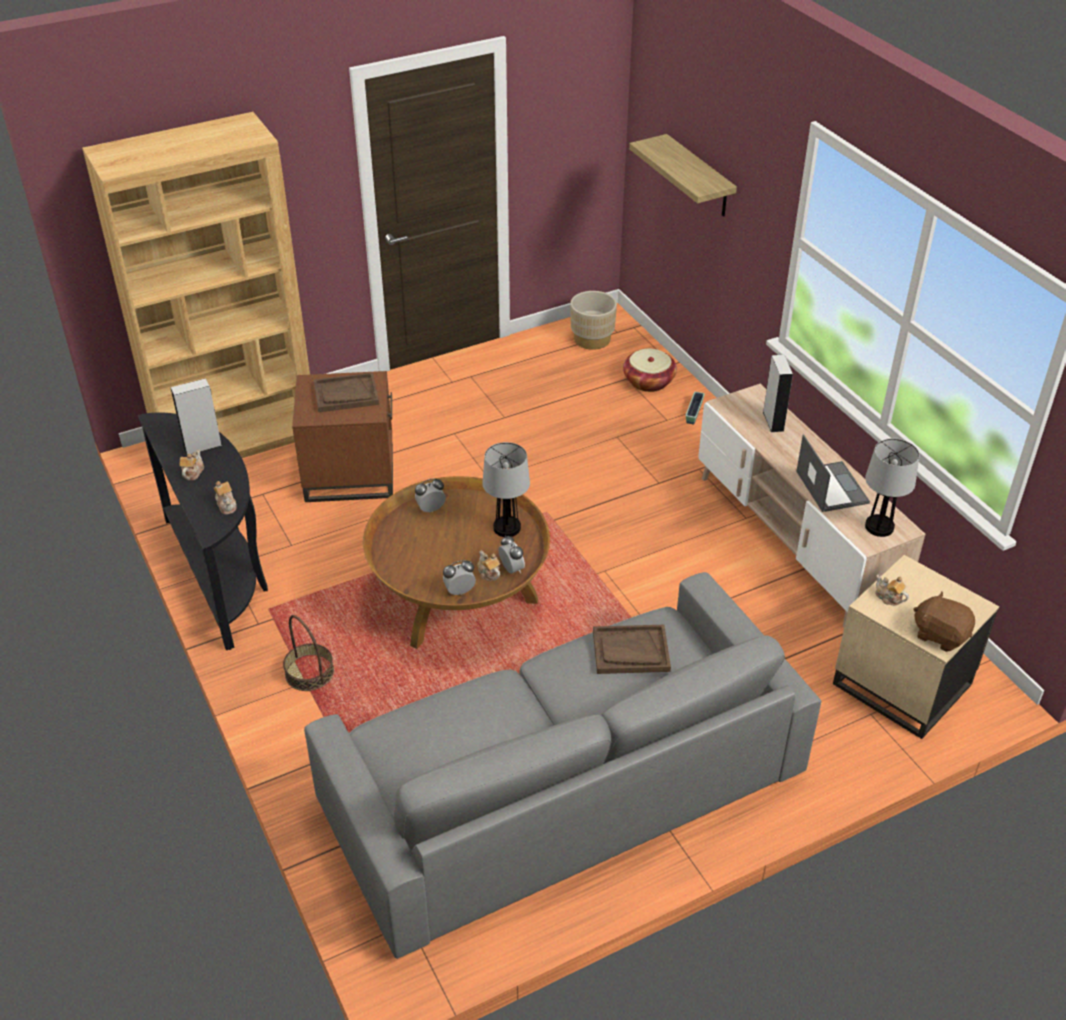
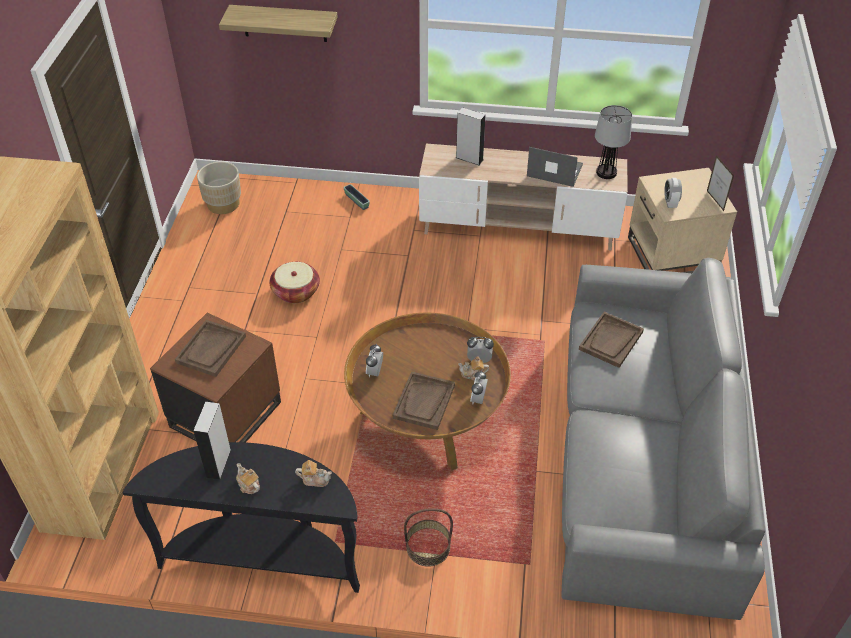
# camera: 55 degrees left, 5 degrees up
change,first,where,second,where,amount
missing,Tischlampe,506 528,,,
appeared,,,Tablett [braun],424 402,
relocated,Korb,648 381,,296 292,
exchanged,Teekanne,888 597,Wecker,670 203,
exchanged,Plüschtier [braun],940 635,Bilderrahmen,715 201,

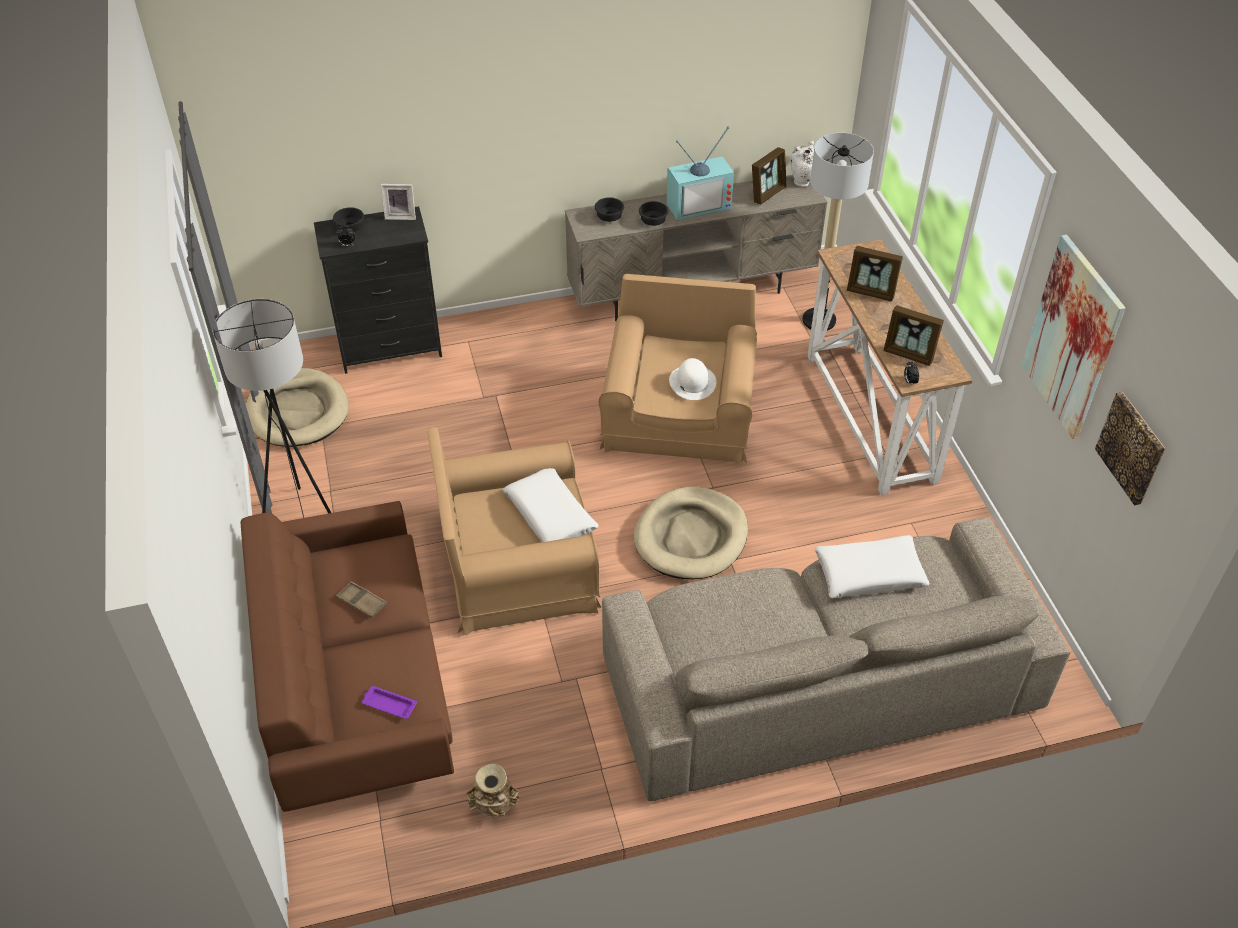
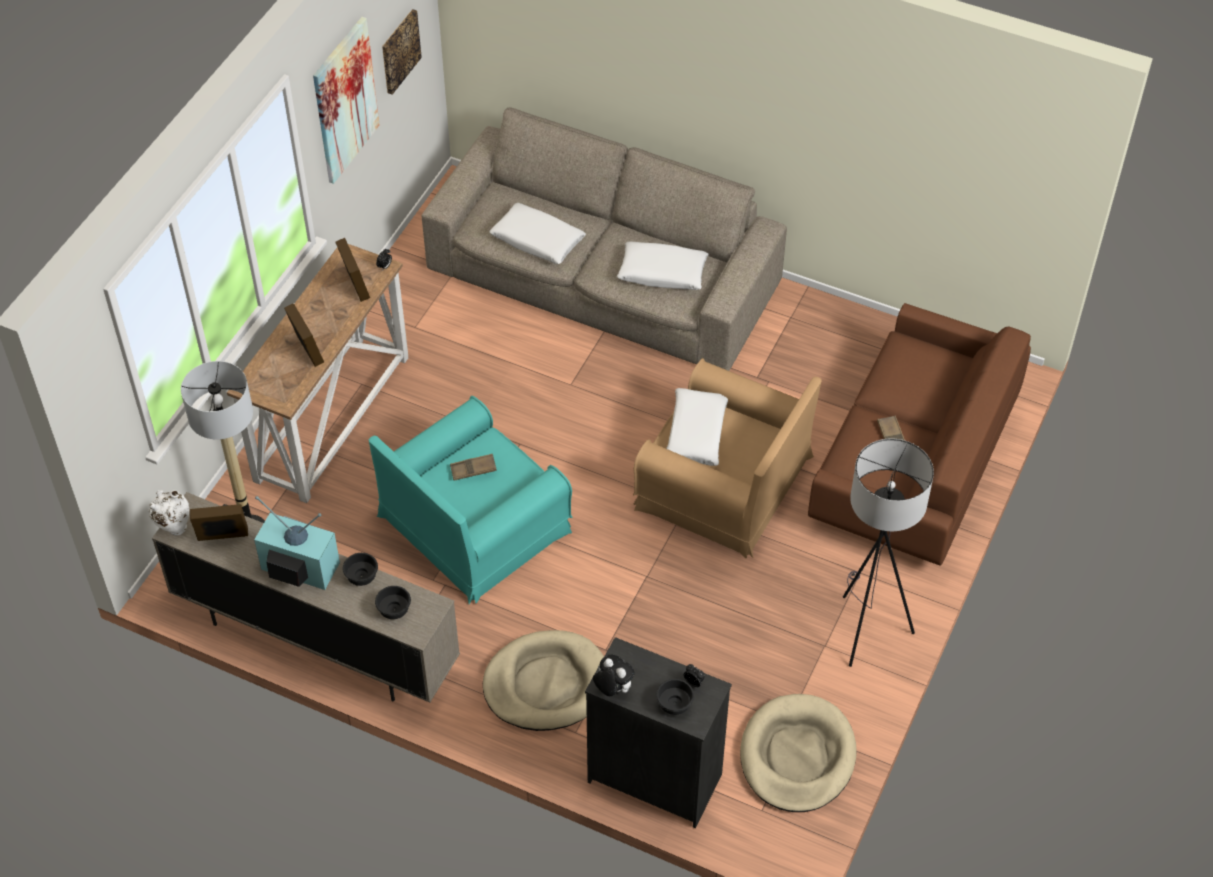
# camera: 140 degrees left, 5 degrees up
change,first,where,second,where,amount
missing,Tablett [lila],388 704,,,
missing,Vase [beige],494 808,,,
appeared,,,Kissen [weiß],662 273,
relocated,Hundebett [beige],691 537,,546 684,
exchanged,Bilderrahmen,401 215,Plüschtier,612 689,
exchanged,Hut [weiß],692 382,Tablett [braun],473 469,
colour,Sessel [braun],678 414,Sessel [türkis],473 523,

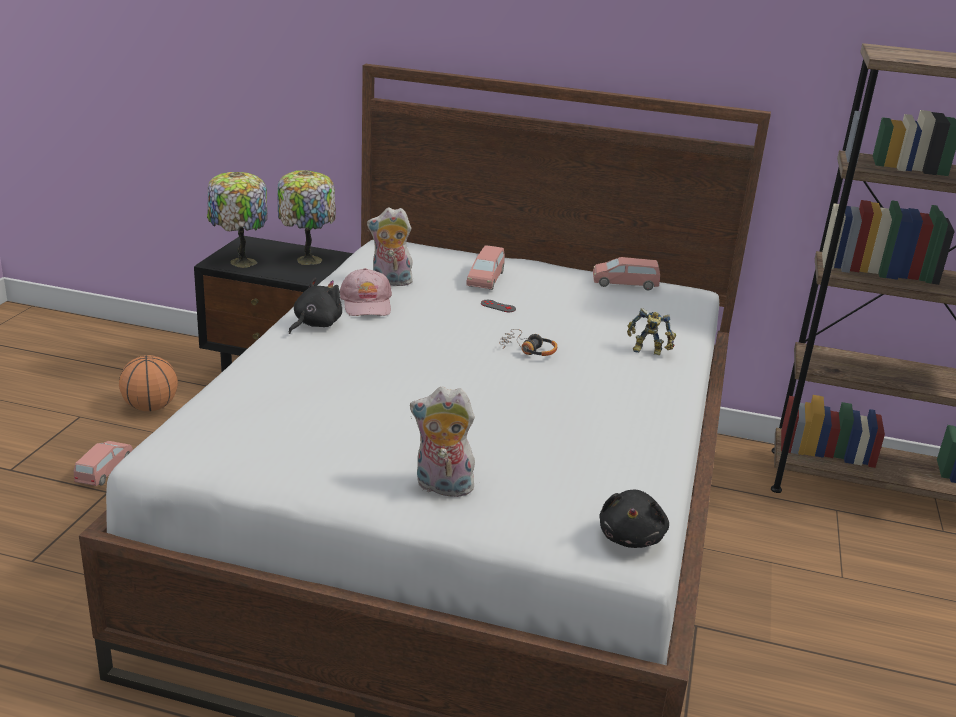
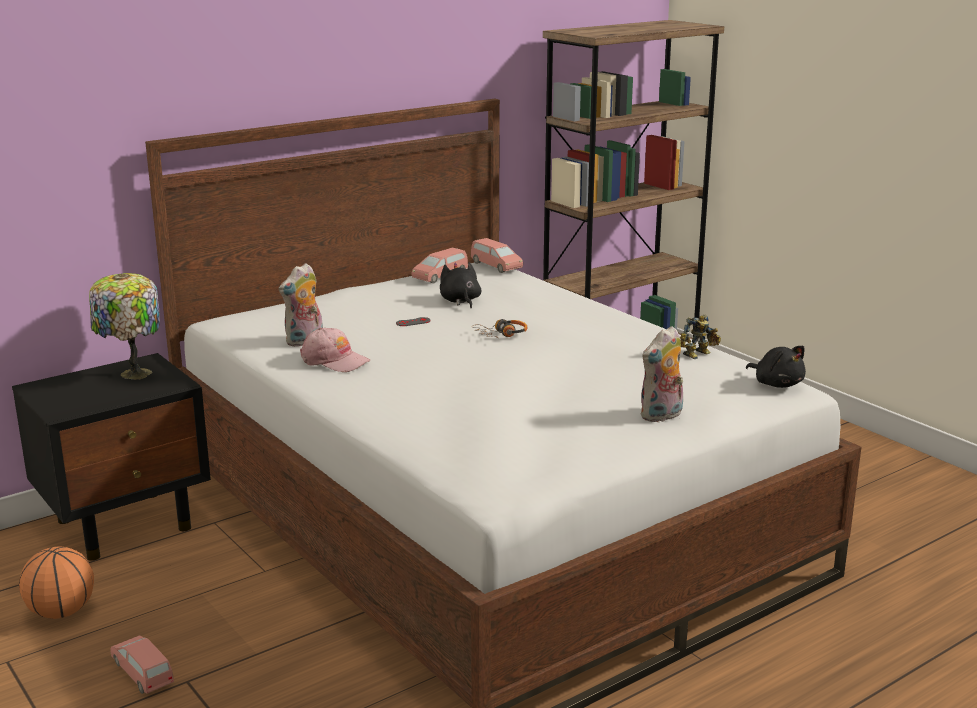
# camera: 50 degrees left, 5 degrees down
change,first,where,second,where,amount
missing,Tischlampe,240 262,,,
relocated,Plüschtier [schwarz],315 324,,460 301,
relocated,Spielzeugauto [rosa],486 279,,496 266,
relocated,Spielzeugroboter,648 351,,699 354,

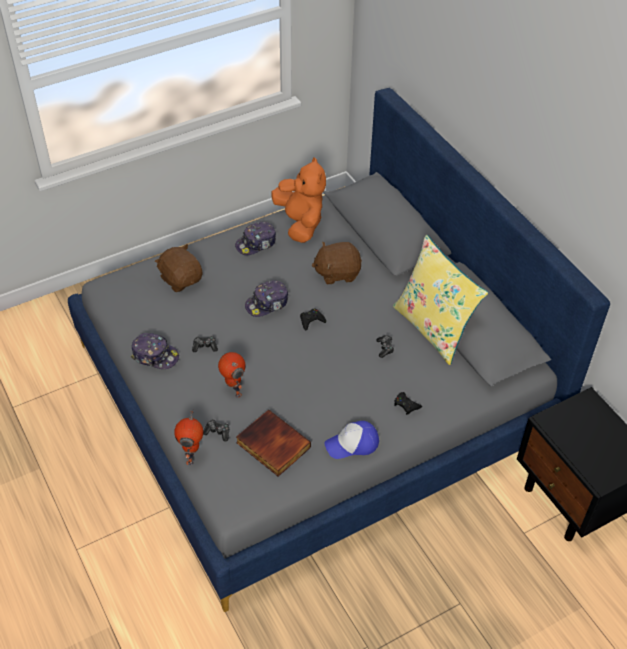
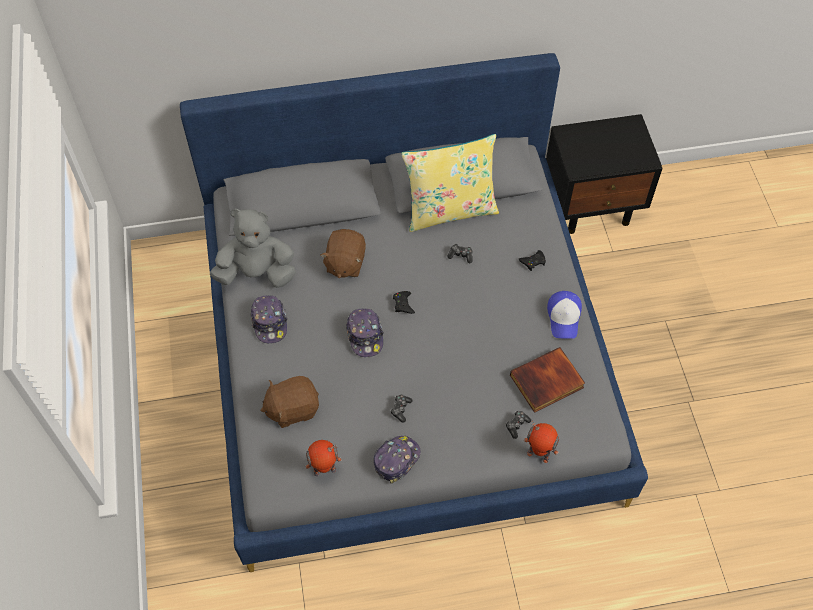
# camera: 70 degrees left, 10 degrees up
change,first,where,second,where,amount
relocated,Spielzeugroboter,233 390,,324 472,
colour,Plüschtier [orange],300 223,Plüschtier [grau],257 273,

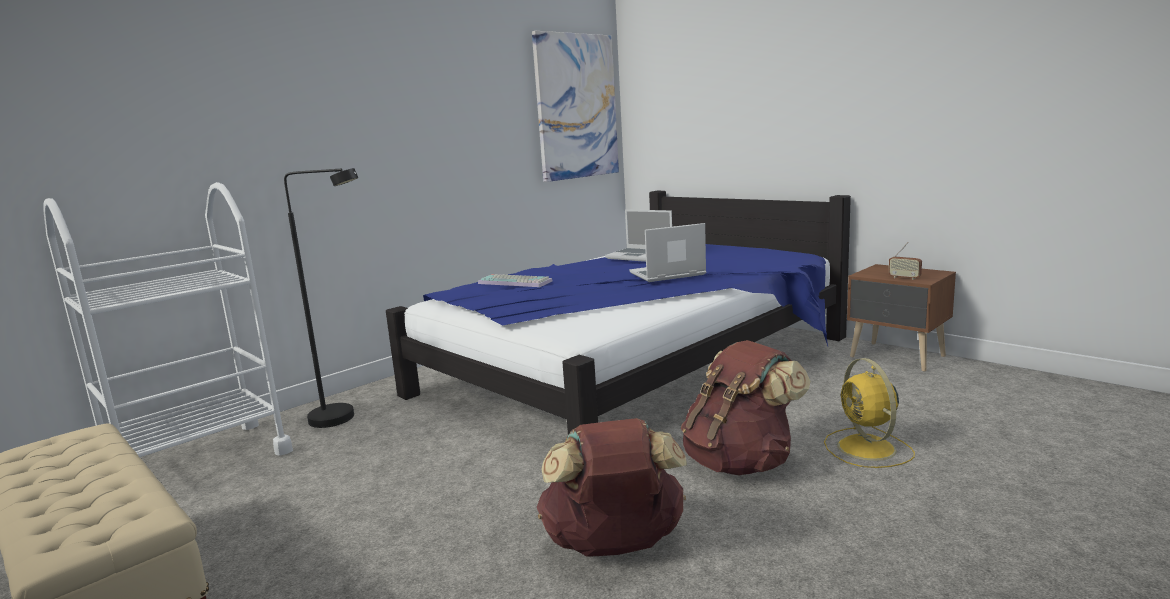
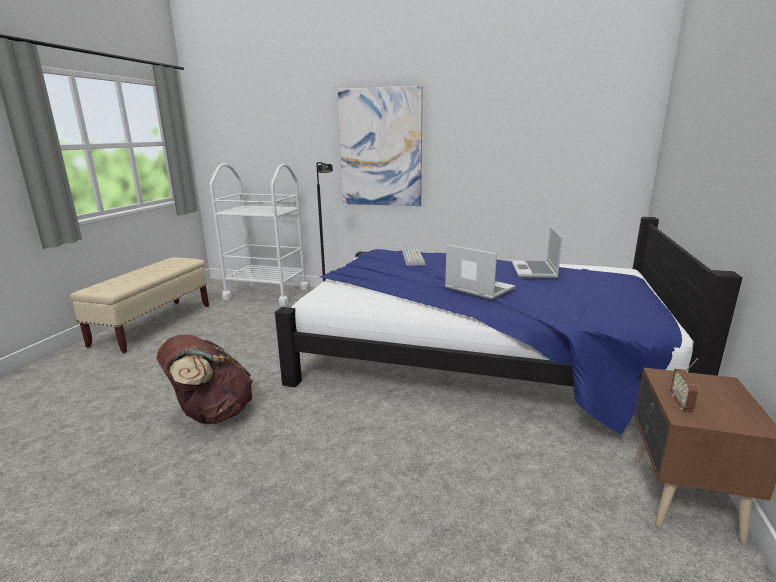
# camera: 60 degrees right, 5 degrees up
change,first,where,second,where,amount
missing,Rucksack [braun],740 462,,,
missing,Ventilator [gelb],868 449,,,
relocated,Bild,576 107,,380 148,

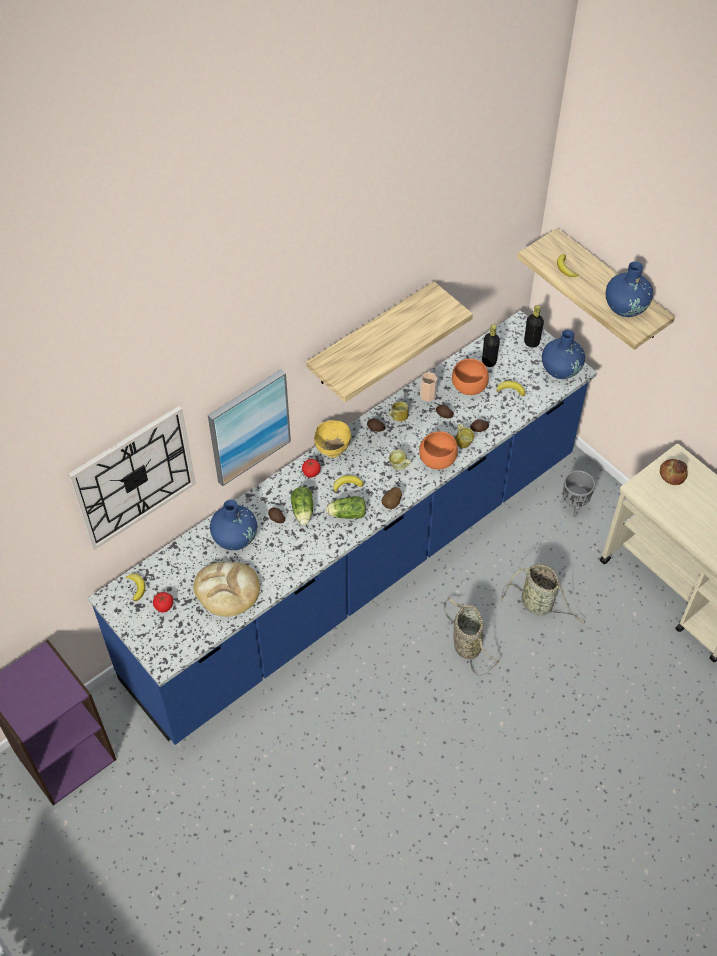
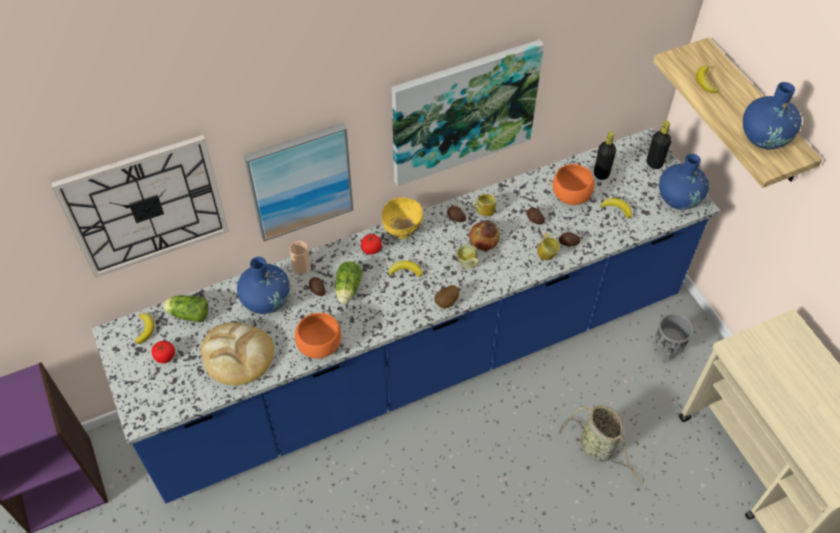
# camera: 15 degrees right, 0 degrees up
change,first,where,second,where,amount
missing,Korb,466 644,,,
relocated,Salatkopf,345 514,,187 314,
relocated,Schüssel [orange],436 460,,319 345,
relocated,Tasse,427 395,,301 266,
relocated,Brot,672 474,,483 238,
exchanged,Wandregal,371 335,Bild,463 111,

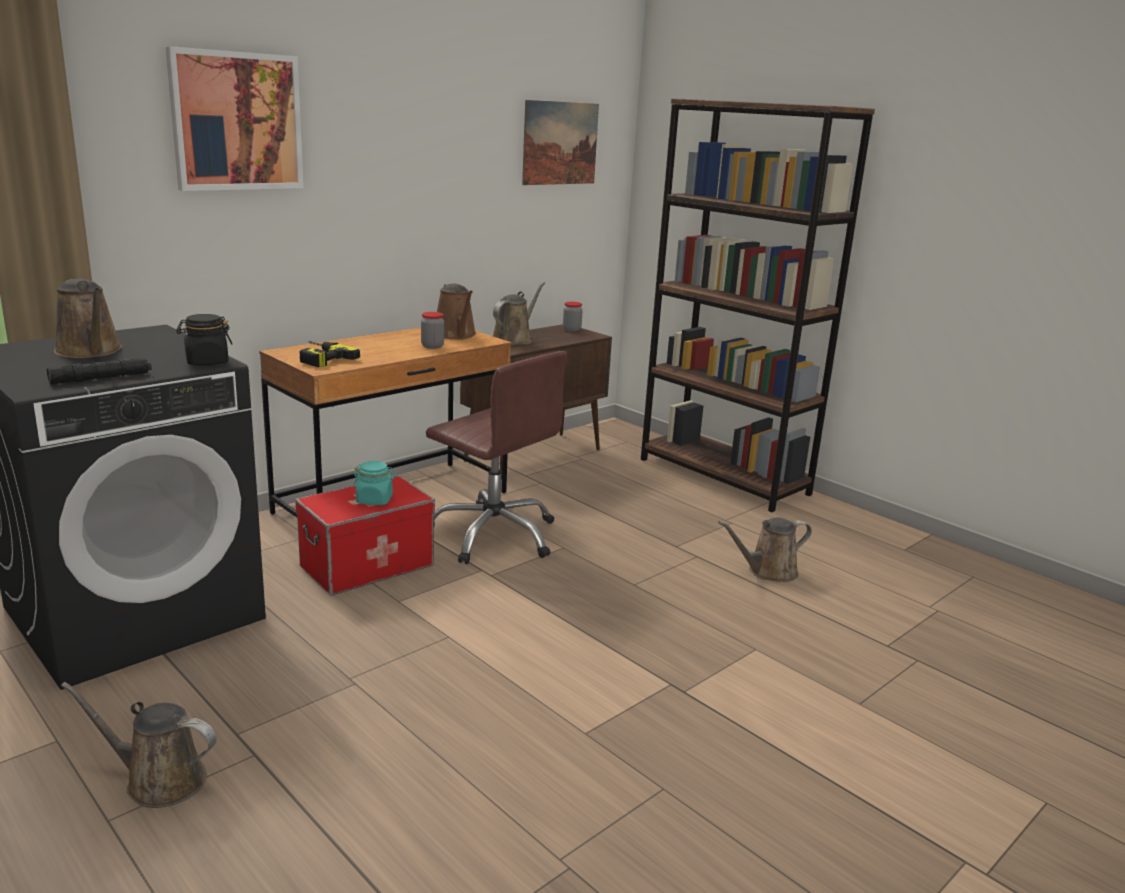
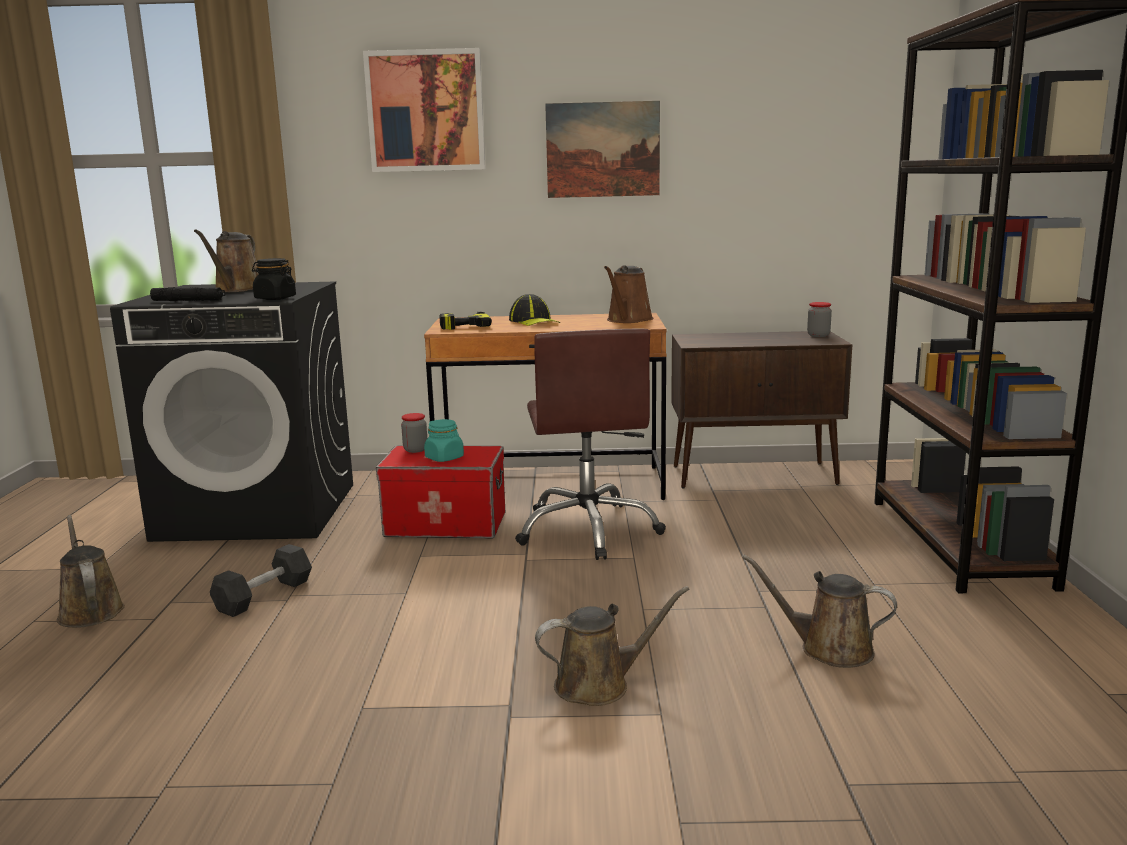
# camera: 45 degrees right, 5 degrees down
change,first,where,second,where,amount
appeared,,,Hantel [schwarz],264 596,
appeared,,,Kappe,534 321,
relocated,Vorratsglas,432 346,,415 450,
relocated,Gießkanne [braun],514 339,,599 684,
relocated,Bild,560 143,,603 150,

